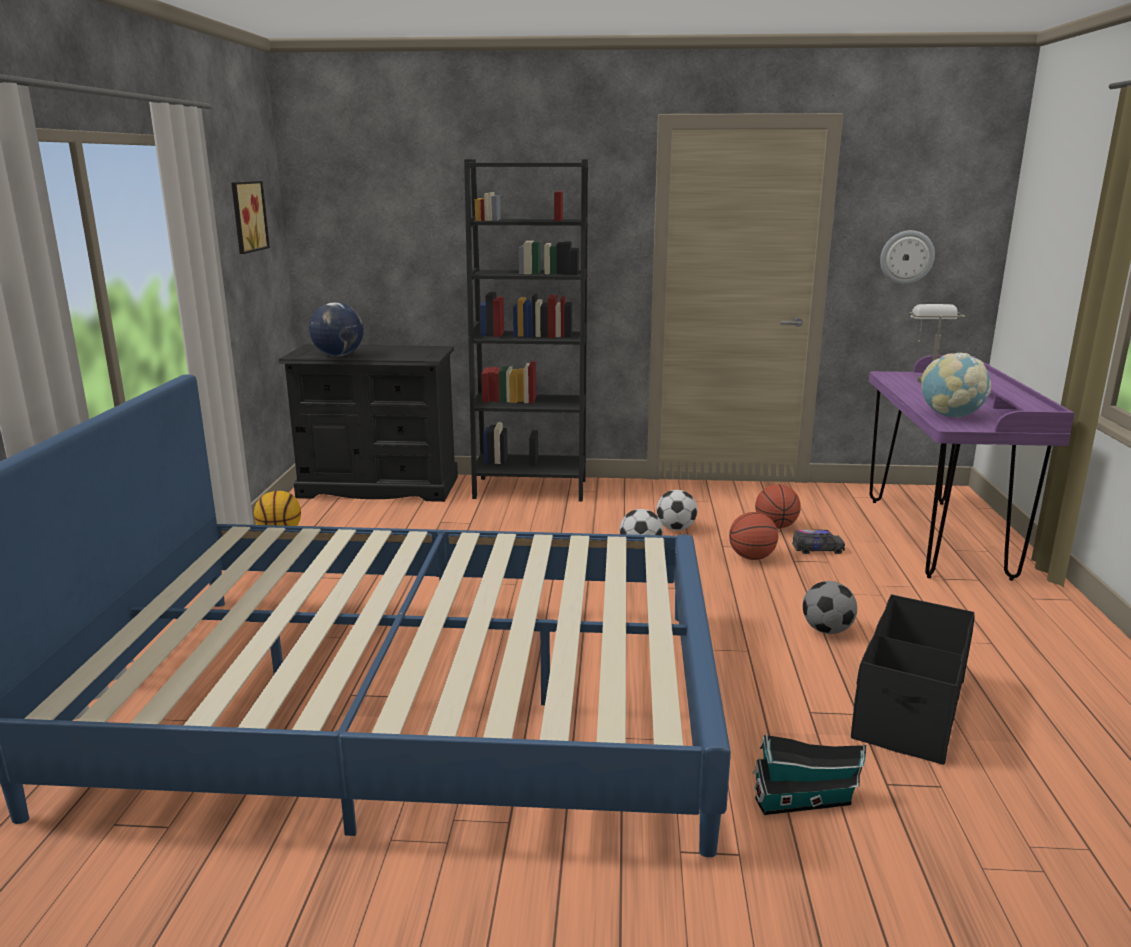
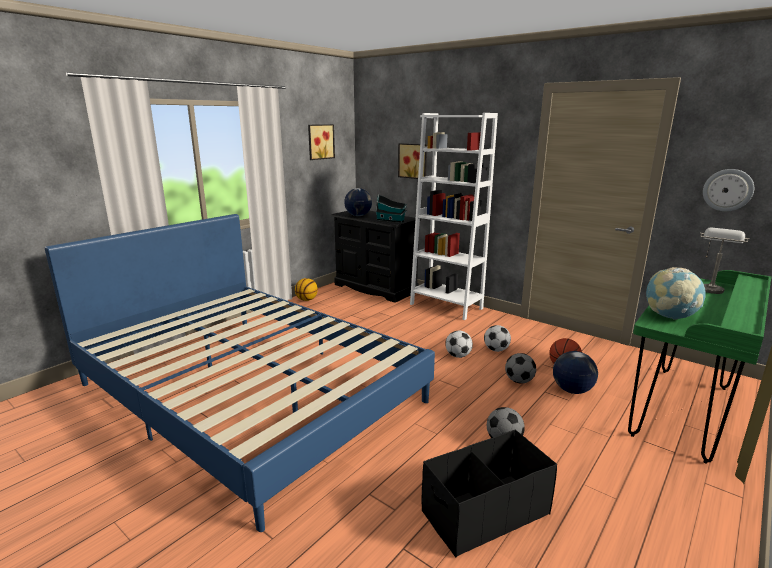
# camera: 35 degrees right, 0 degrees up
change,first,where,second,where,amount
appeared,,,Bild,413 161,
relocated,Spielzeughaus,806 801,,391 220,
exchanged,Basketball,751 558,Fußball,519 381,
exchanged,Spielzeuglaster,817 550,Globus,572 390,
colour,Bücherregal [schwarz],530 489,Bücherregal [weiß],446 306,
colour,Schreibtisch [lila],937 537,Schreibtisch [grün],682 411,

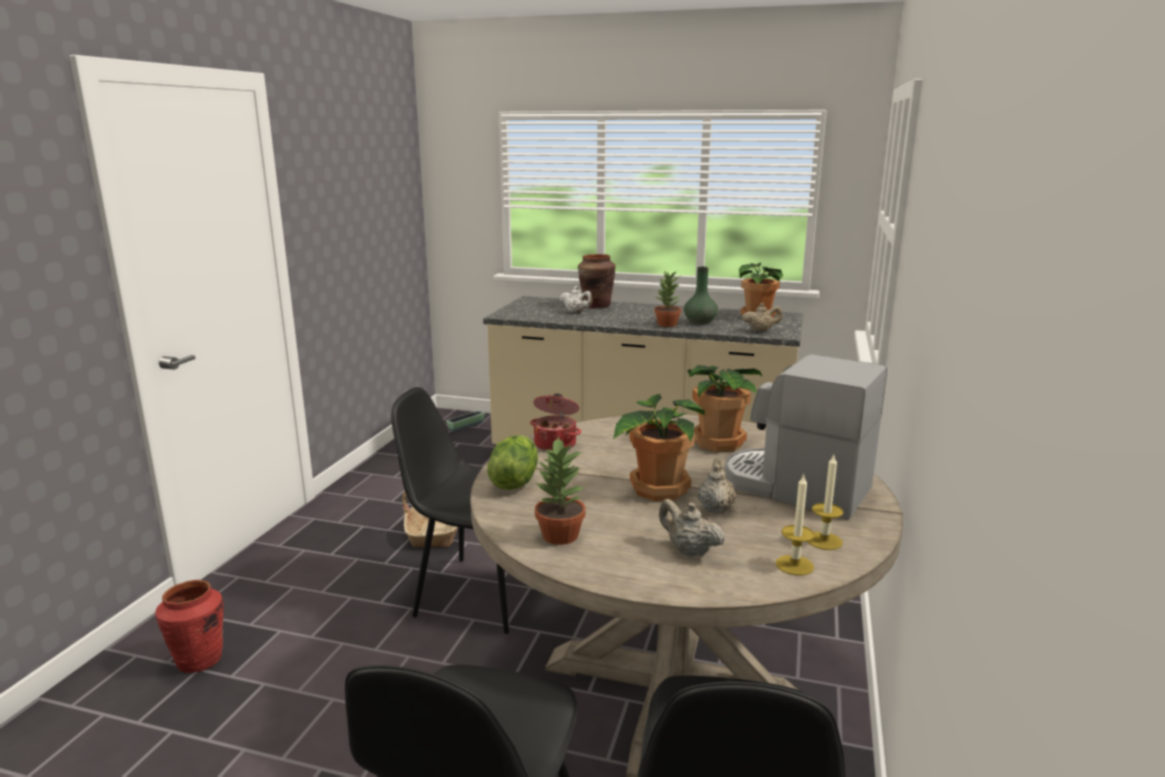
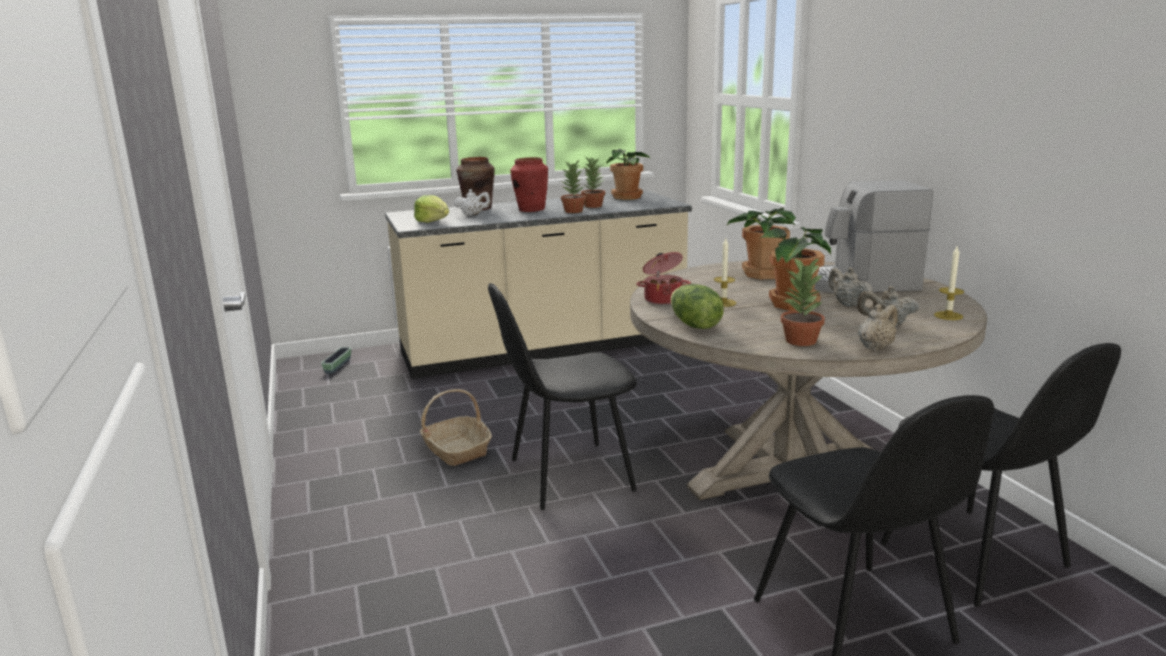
# camera: 35 degrees left, 0 degrees up
change,first,where,second,where,amount
appeared,,,Salatkopf,433 221,
relocated,Vase [rot],199 660,,531 210,
relocated,Teekanne [beige],760 331,,875 347,
relocated,Kerze,824 541,,723 303,
exchanged,Vase [grün],699 322,Topfpflanze,593 206,

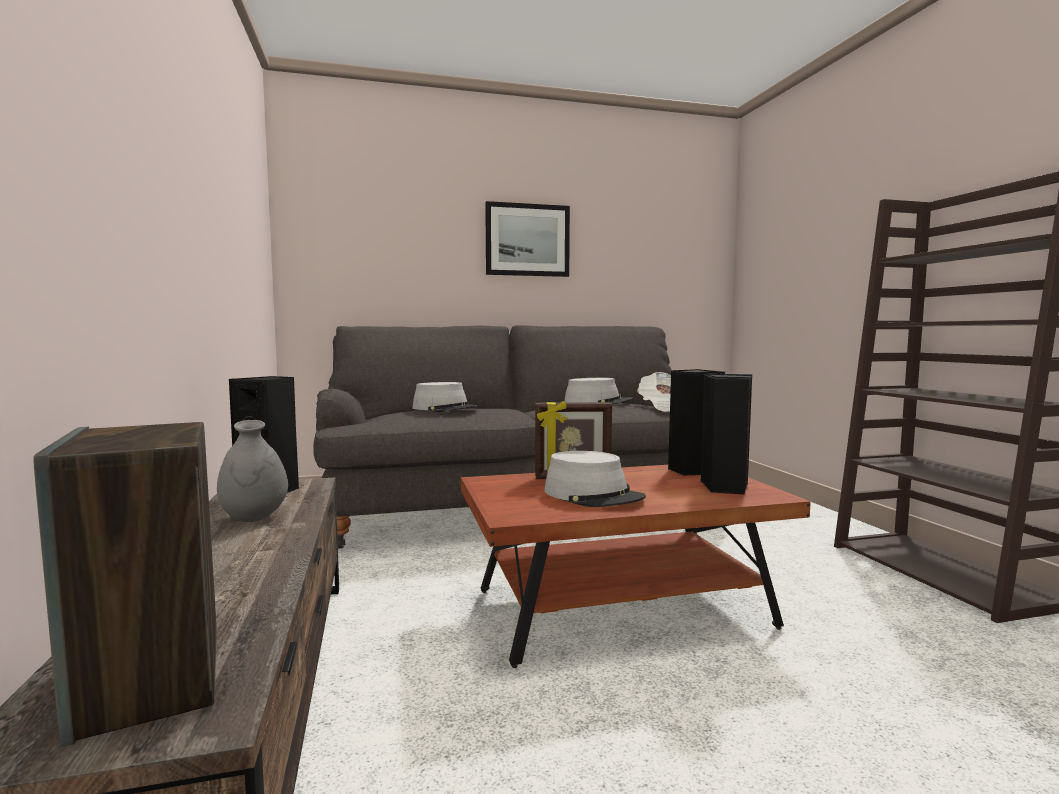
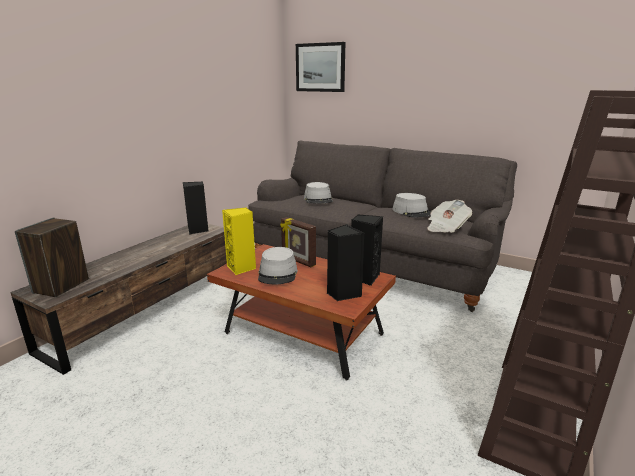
# camera: 45 degrees right, 15 degrees up
change,first,where,second,where,amount
missing,Vase [grau],254 518,,,
appeared,,,Lautsprecher [gelb],242 268,
relocated,Bild,527 240,,320 67,

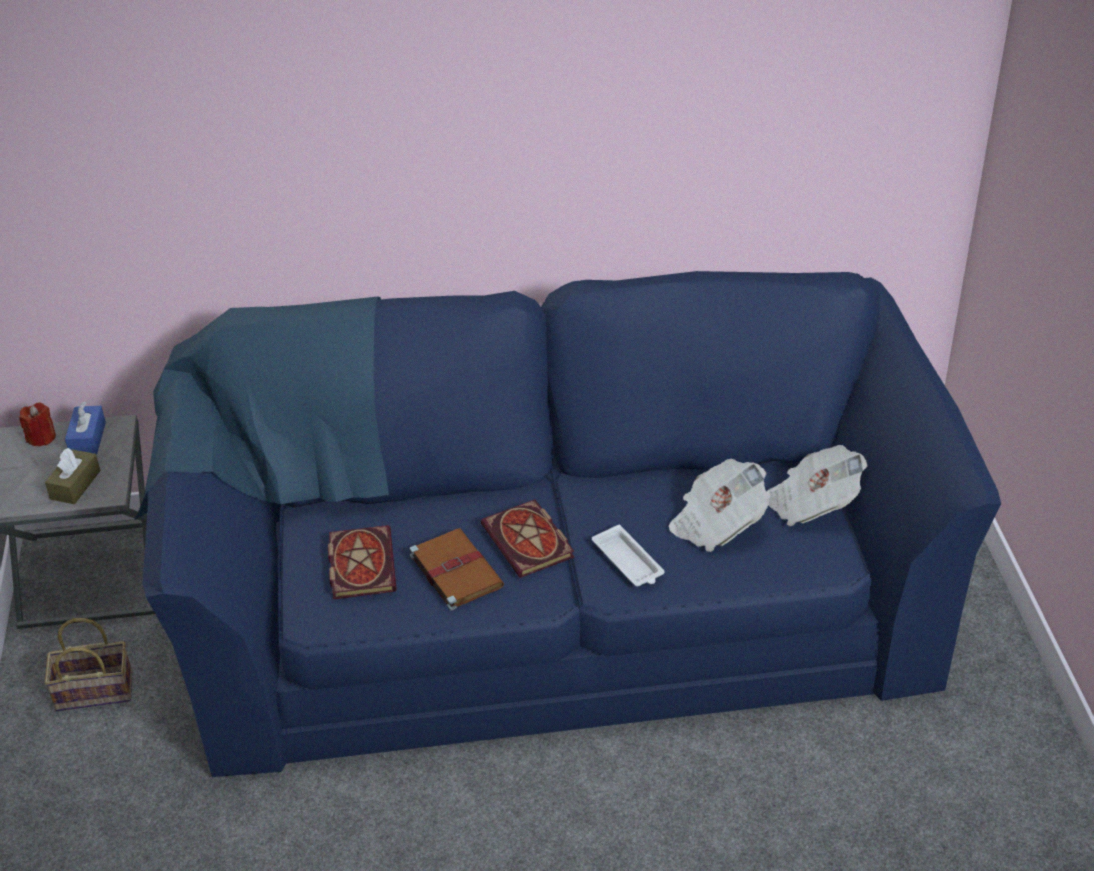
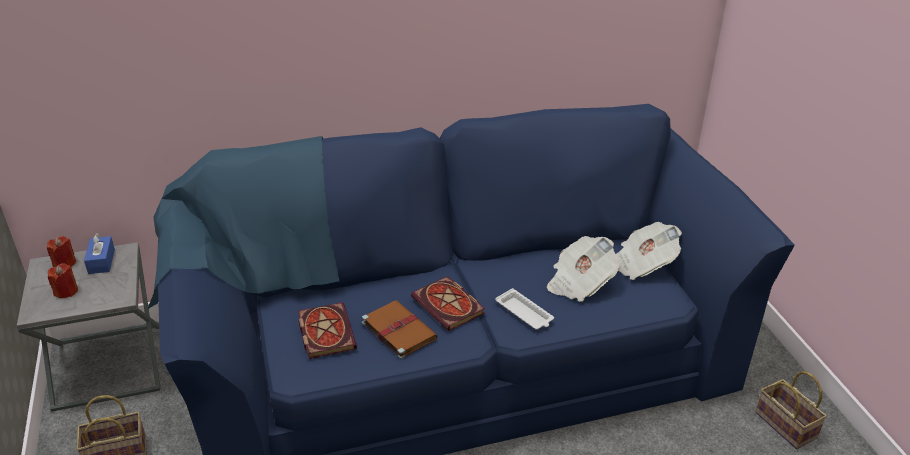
# camera: 10 degrees left, 5 degrees down
change,first,where,second,where,amount
missing,Taschentuchbox [braun],75 485,,,
appeared,,,Kerze [rot],66 291,
appeared,,,Korb,783 424,

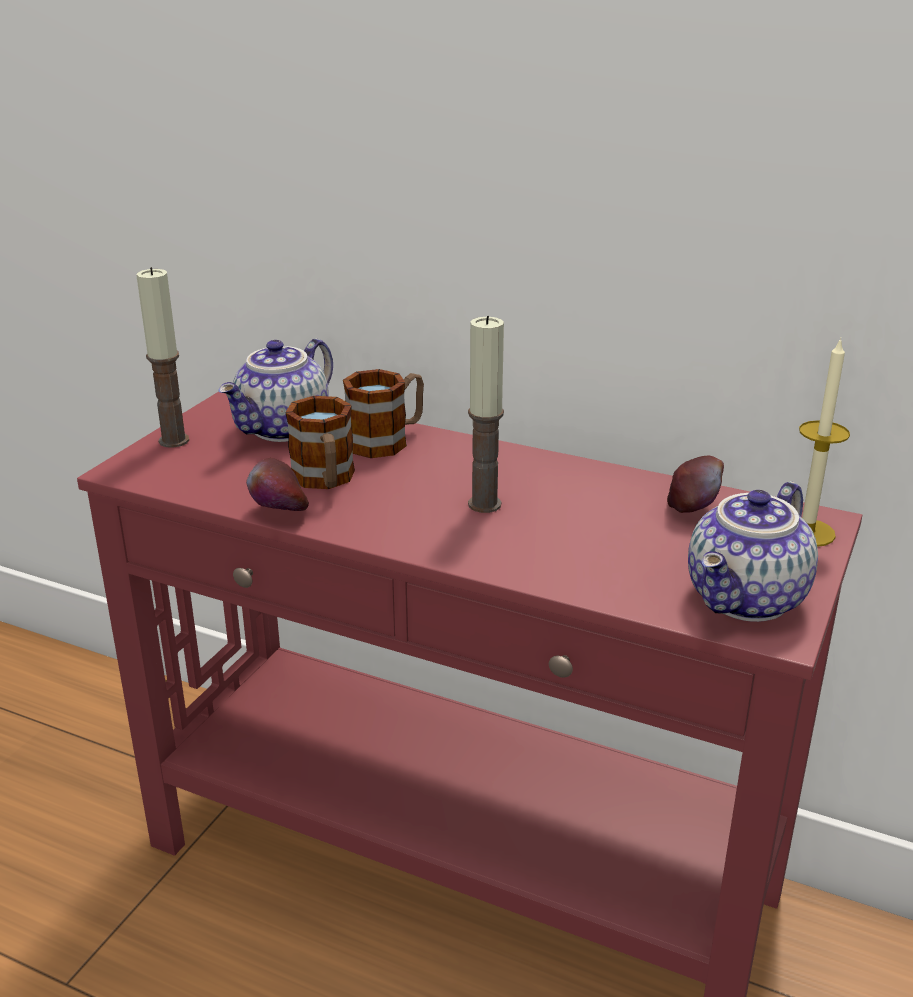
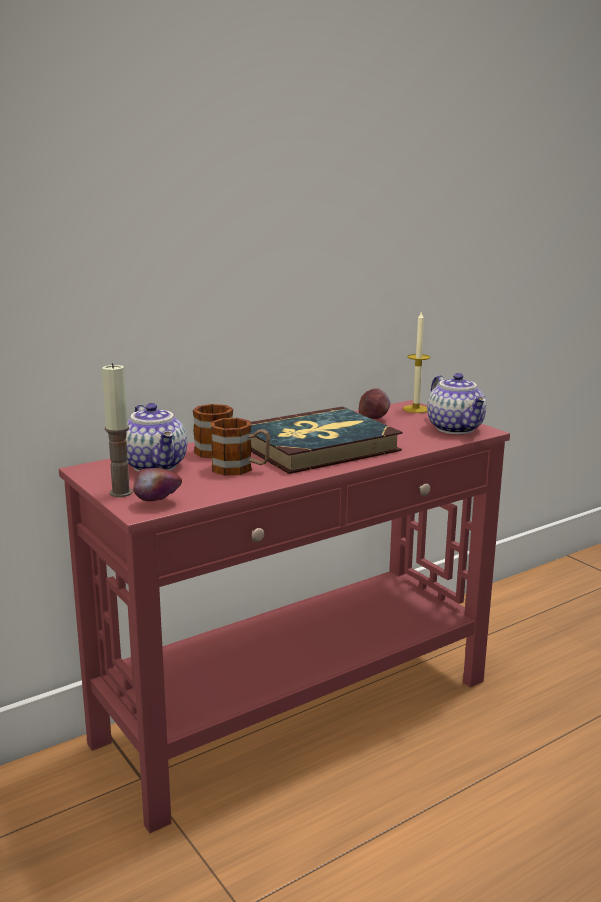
# camera: 60 degrees left, 10 degrees down
change,first,where,second,where,amount
relocated,Apfel,279 513,,157 503,
exchanged,Kerze,484 504,Buch,317 446,

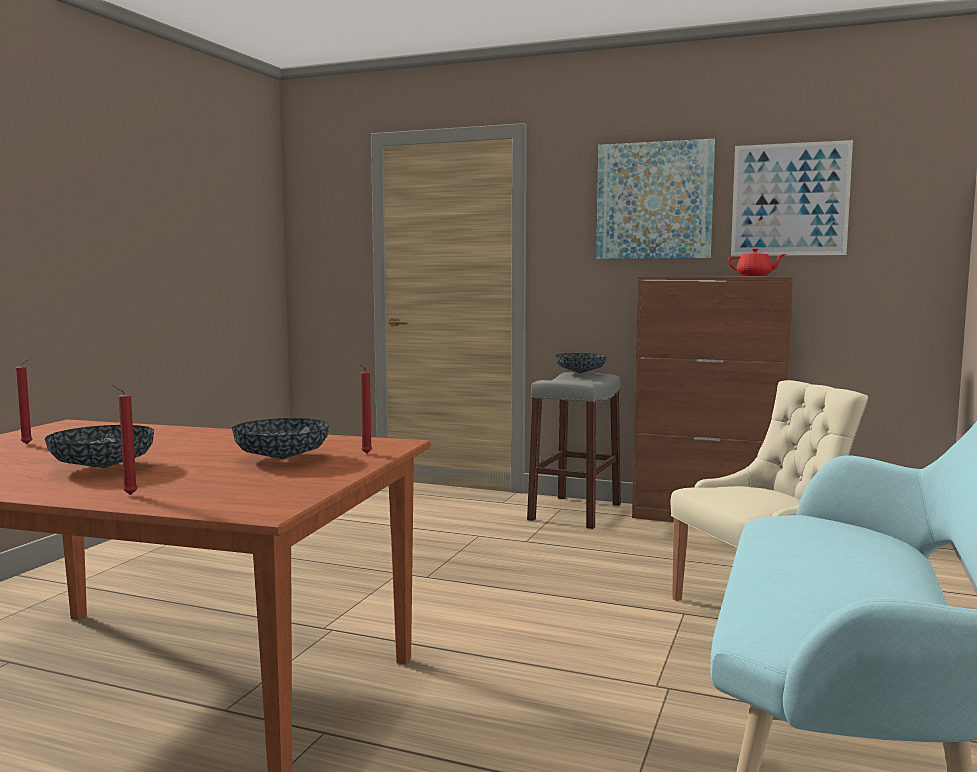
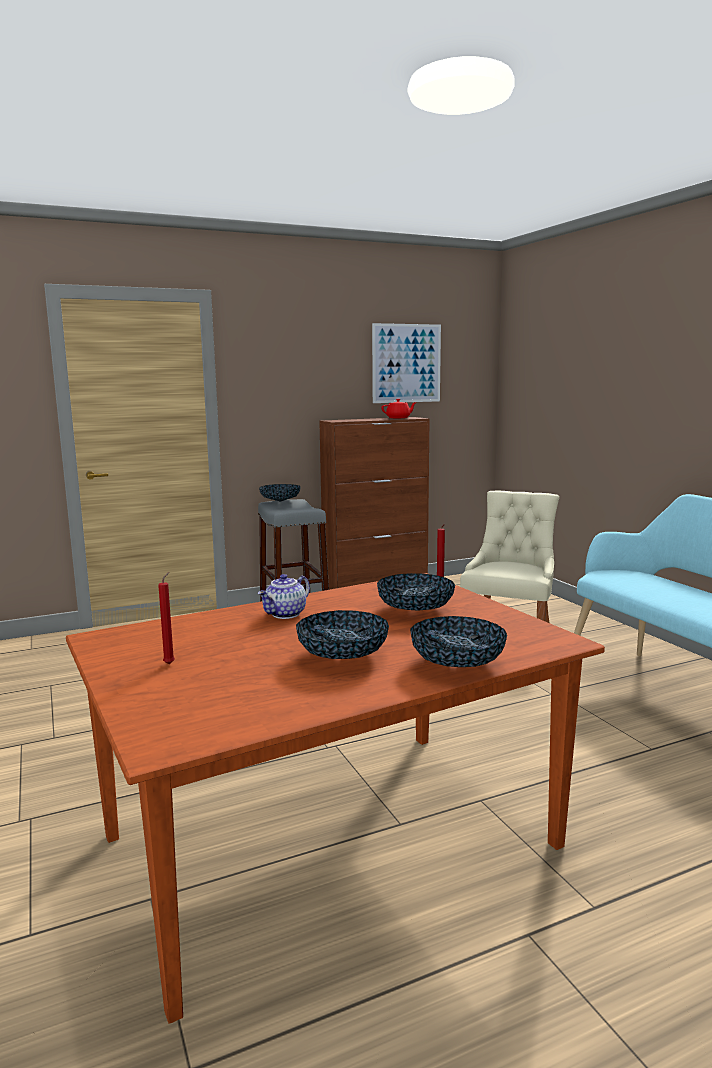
# camera: 45 degrees left, 5 degrees up
change,first,where,second,where,amount
missing,Bild,654 201,,,
appeared,,,Teekanne,286 614,
exchanged,Kerze [rot],128 495,Schüssel,457 664,

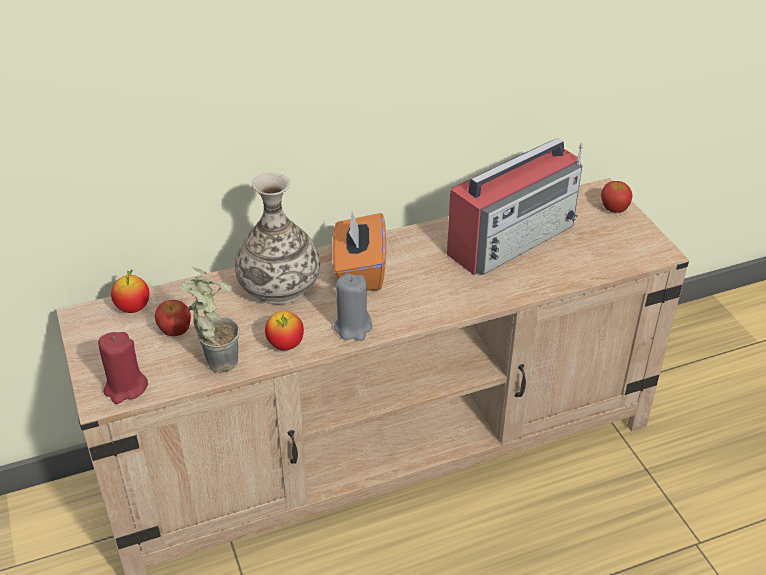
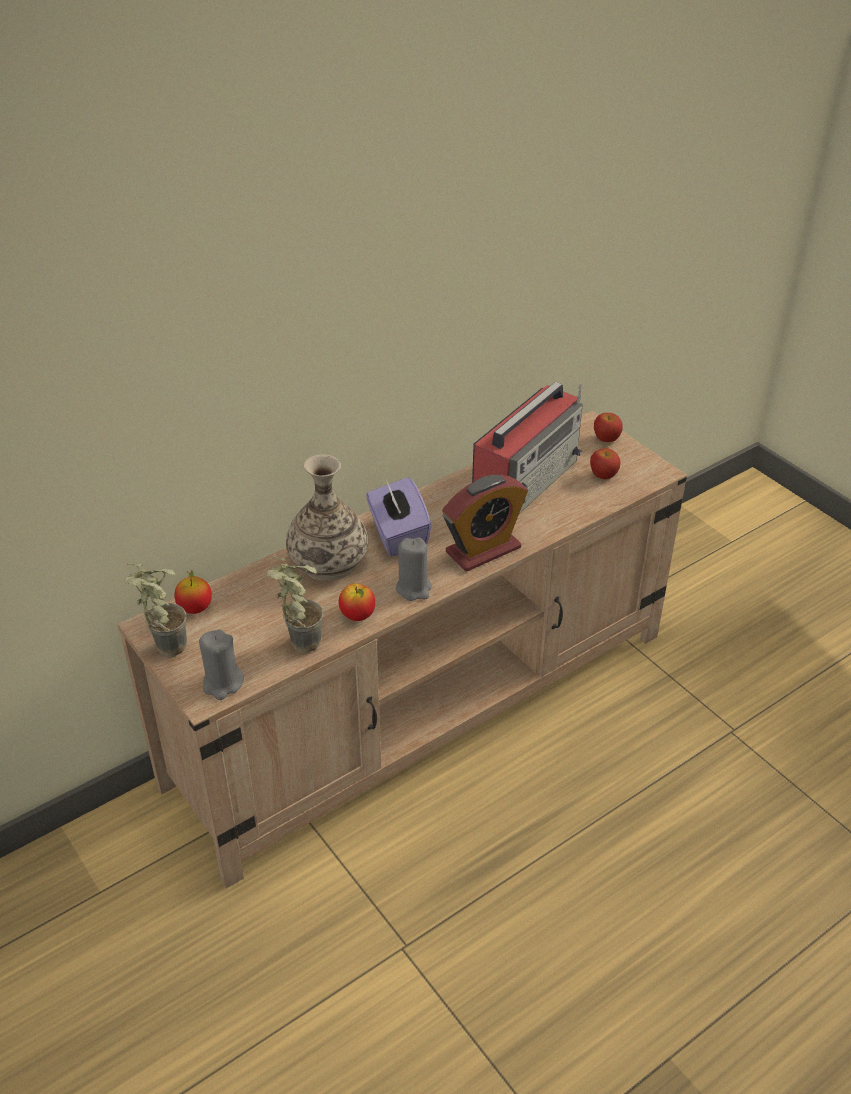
# camera: 15 degrees left, 0 degrees up
change,first,where,second,where,amount
appeared,,,Topfpflanze,162 647,
appeared,,,Wecker,483 550,
relocated,Apfel,175 330,,603 475,
colour,Kerze [rot],125 388,Kerze [grau],222 684,
colour,Taschentuchbox [orange],359 271,Taschentuchbox [lila],398 535,

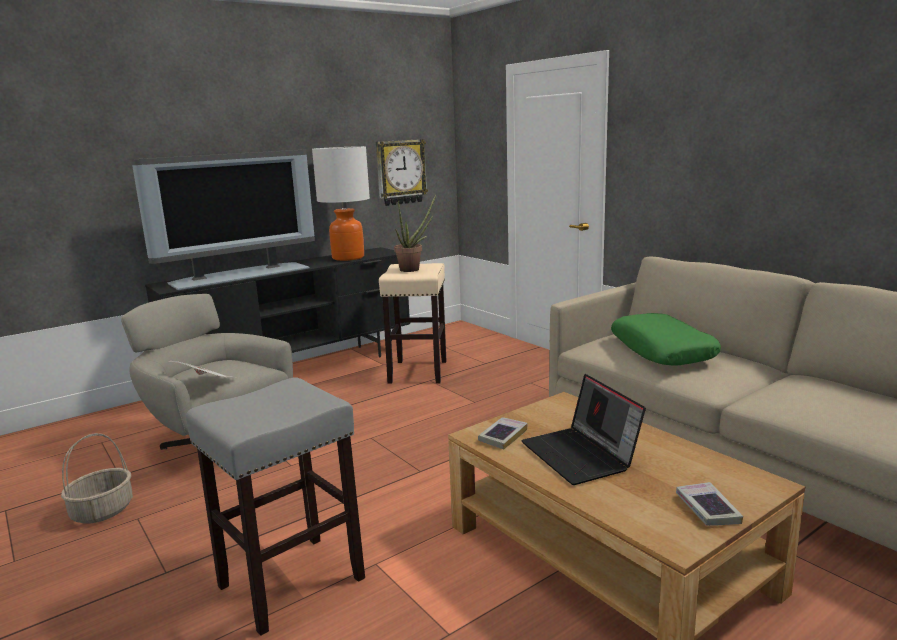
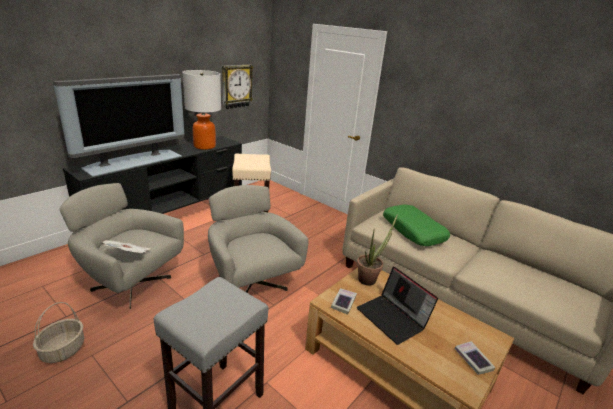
# camera: 15 degrees left, 10 degrees up
change,first,where,second,where,amount
appeared,,,Sessel [grau],251 282,
relocated,Topfpflanze,413 269,,369 278,

